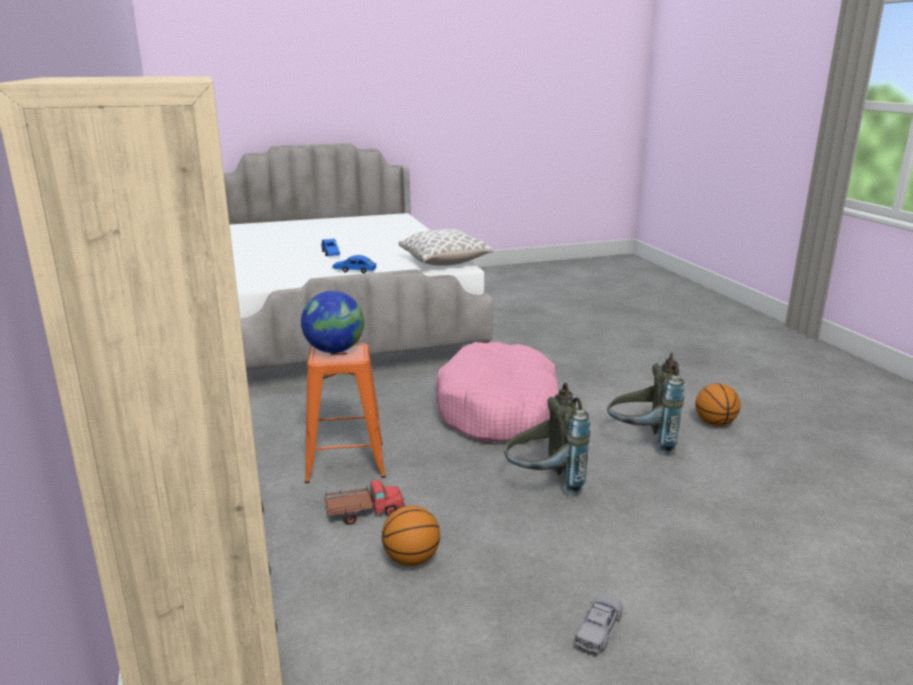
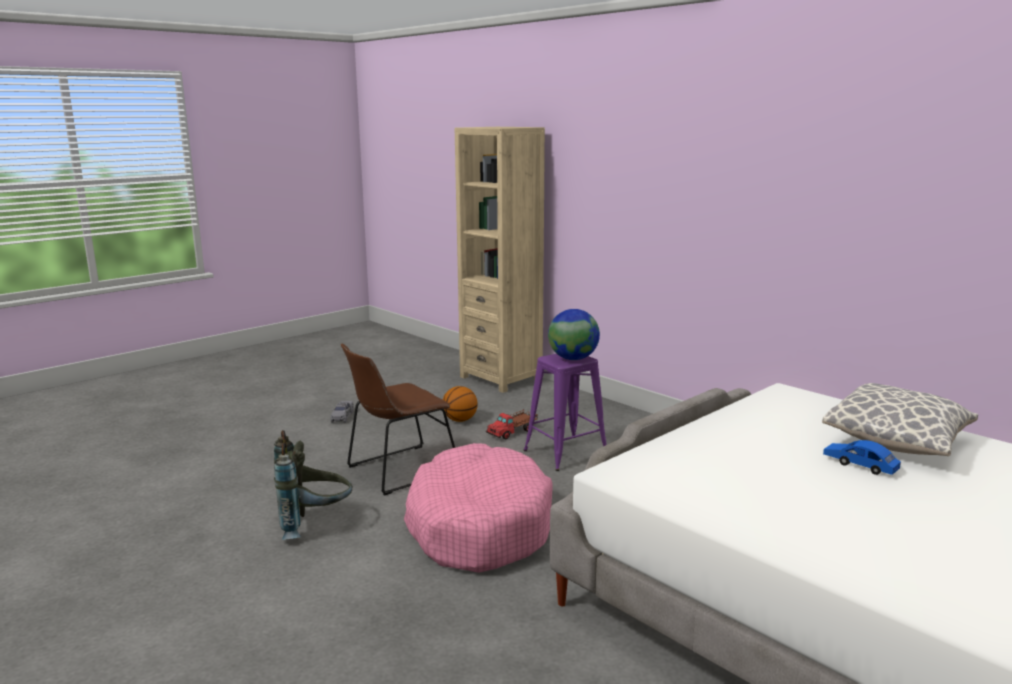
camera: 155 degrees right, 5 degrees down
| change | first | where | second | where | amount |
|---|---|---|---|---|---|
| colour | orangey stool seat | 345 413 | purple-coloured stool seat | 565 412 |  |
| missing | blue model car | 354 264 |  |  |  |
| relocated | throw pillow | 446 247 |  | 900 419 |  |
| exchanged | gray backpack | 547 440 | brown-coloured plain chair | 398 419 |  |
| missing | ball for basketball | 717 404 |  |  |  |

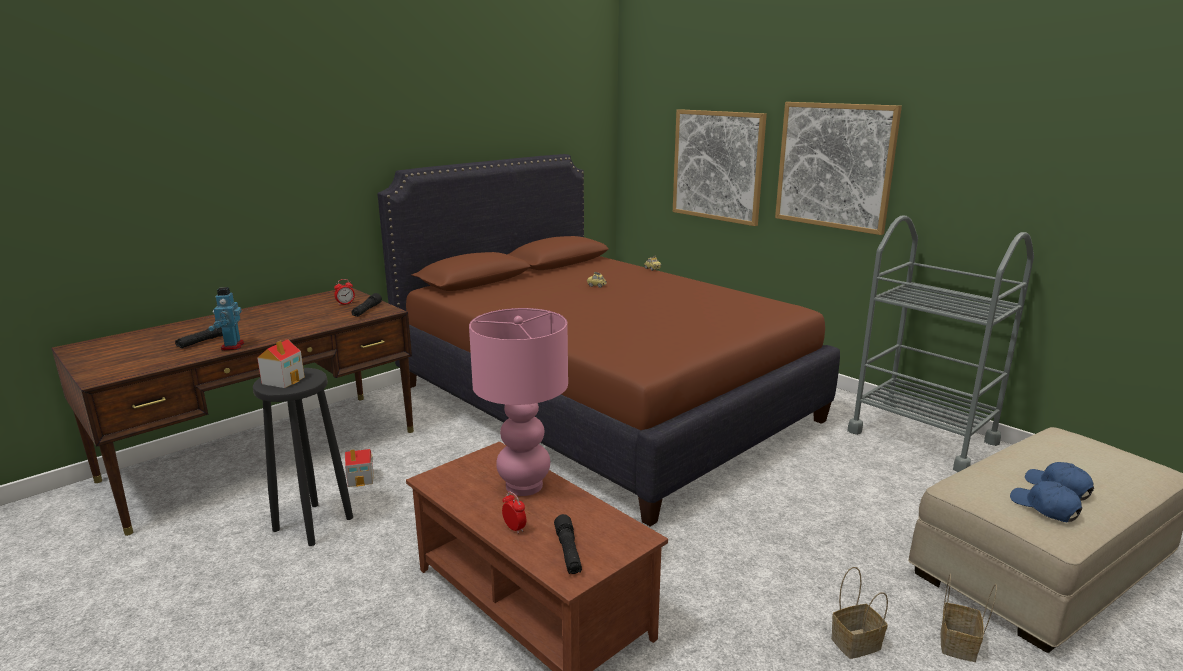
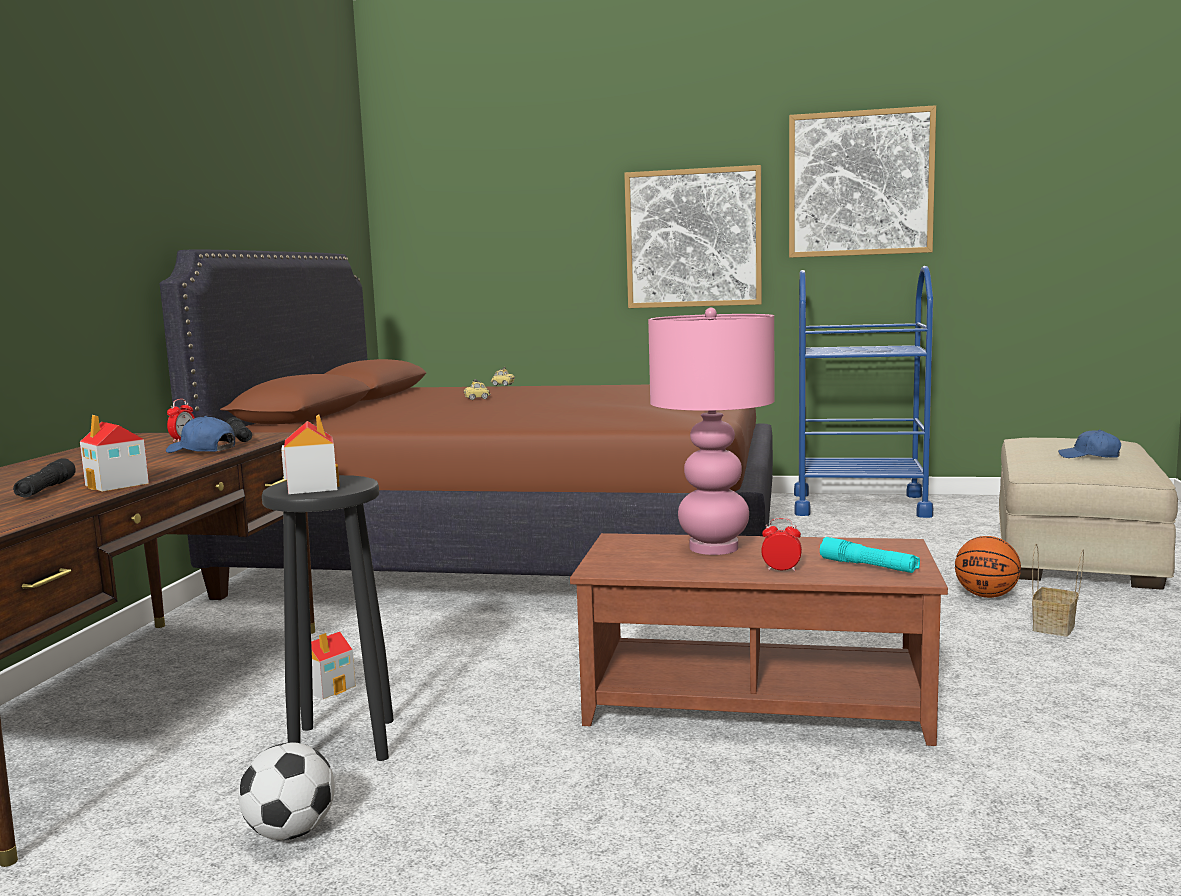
camera: 35 degrees left, 10 degrees down
| change | first | where | second | where | amount |
|---|---|---|---|---|---|
| exchanged | model robot | 226 318 | miniature house | 114 453 |  |
| colour | black-coloured flashlight | 568 544 | turquoise flashlight | 870 555 |  |
| relocated | wall picture | 720 167 |  | 862 181 |  |
| colour | gray trolley | 940 344 | blue trolley | 863 392 |  |
| missing | household basket | 968 618 |  |  |  |
| relocated | blue cap | 1046 501 |  | 200 434 |  |
| appeared |  |  | ball for football | 287 791 |  |
| appeared |  |  | ball for basketball | 988 567 |  |

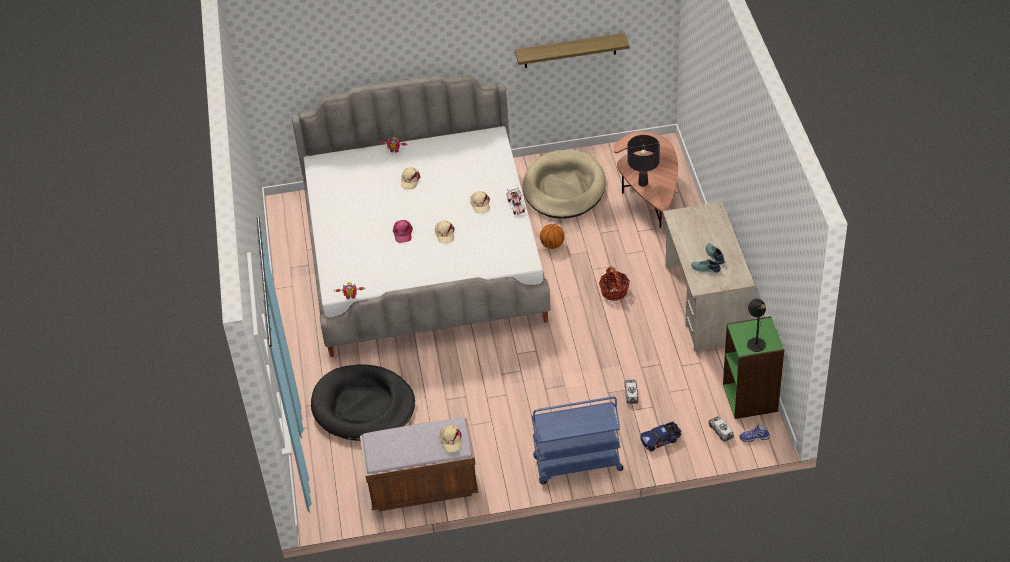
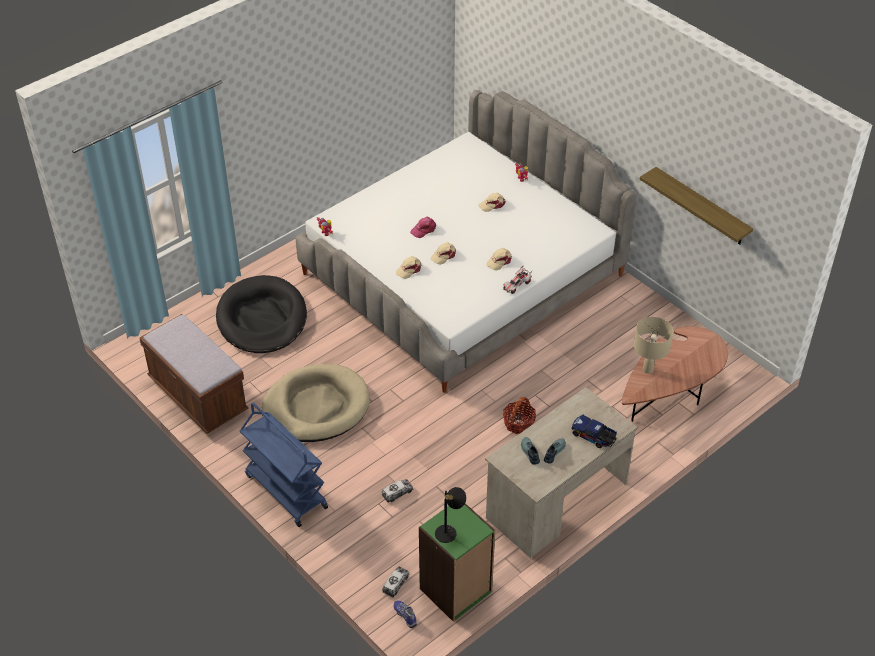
camera: 55 degrees right, 0 degrees up
| change | first | where | second | where | amount |
|---|---|---|---|---|---|
| relocated | beige cap | 450 438 |  | 408 267 |  |
| relocated | beige pet bed | 564 184 |  | 316 403 |  |
| missing | ball for basketball | 552 236 |  |  |  |
| colour | black-coloured tabletop lamp | 643 161 | beige tabletop lamp | 653 345 |  |
| relocated | toy lorry | 660 436 |  | 594 431 |  |

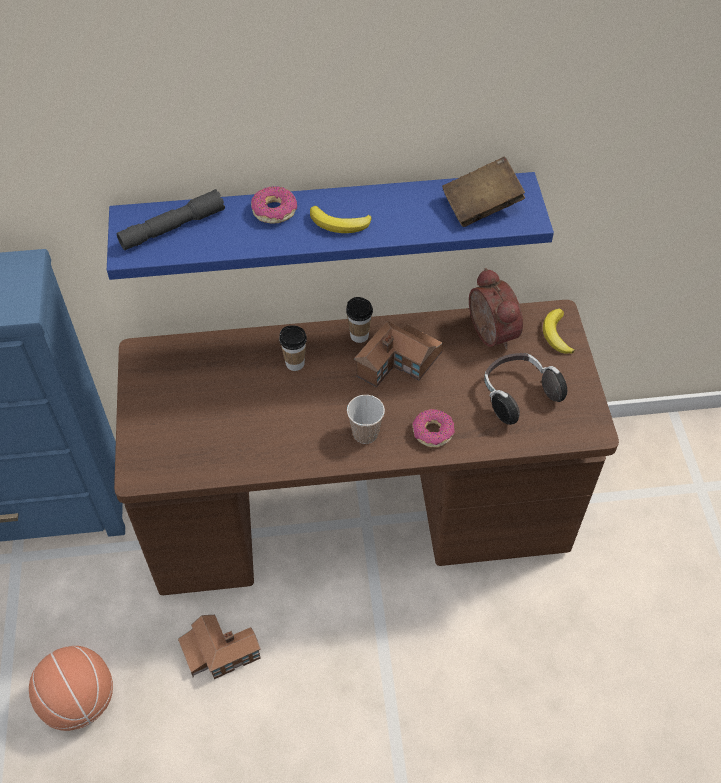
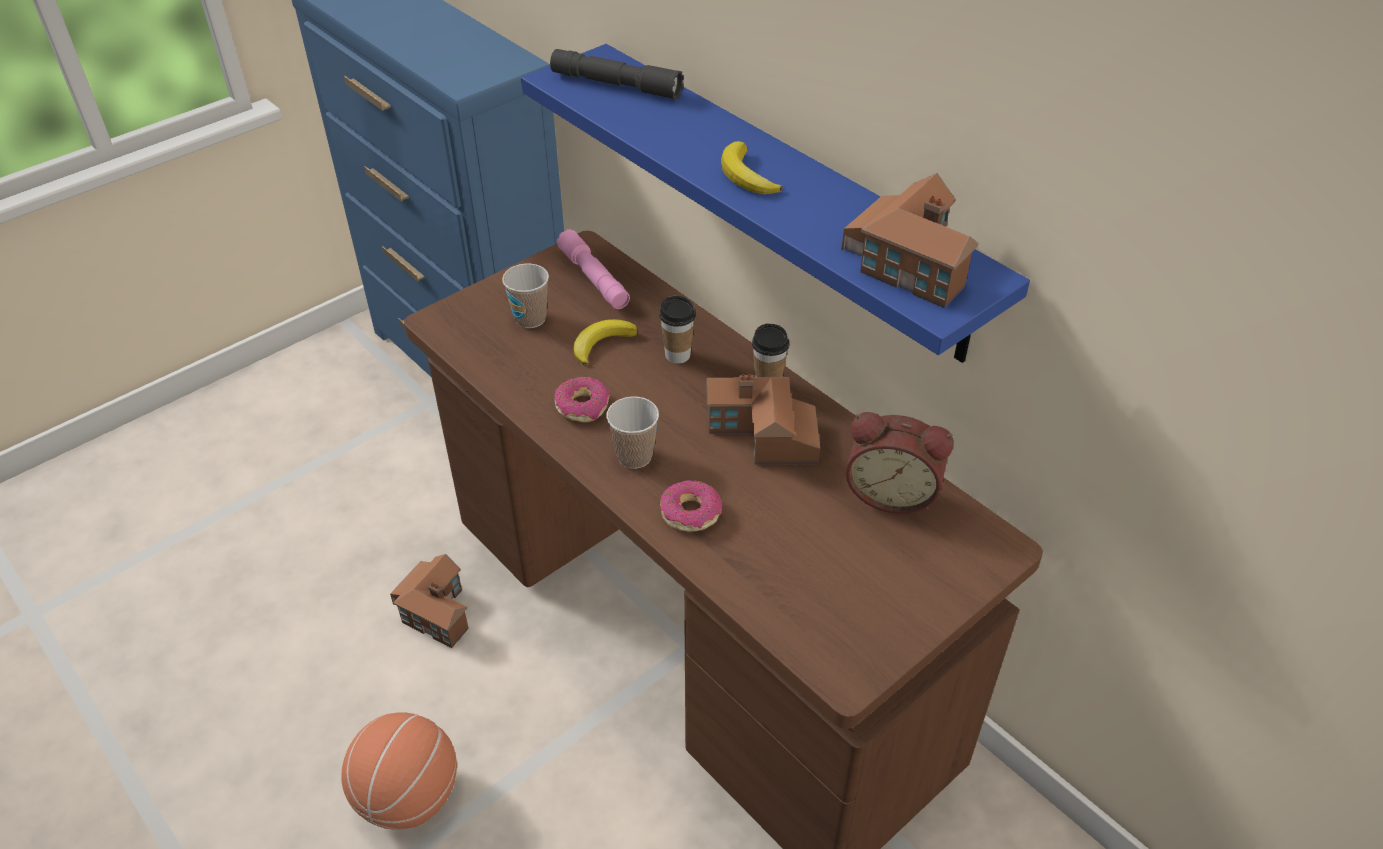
camera: 55 degrees right, 10 degrees down
| change | first | where | second | where | amount |
|---|---|---|---|---|---|
| relocated | ball for basketball | 71 688 |  | 399 771 |  |
| relocated | doughnut | 274 205 |  | 581 399 |  |
| exchanged | brown-coloured book | 483 192 | miniature house | 910 240 |  |
| spun | alarm clock | 496 308 |  | 900 463 | 75 degrees clockwise |
| missing | headset | 525 389 |  |  |  |
| relocated | whole banana | 559 331 |  | 605 342 |  |
| appeared |  |  | small cup | 525 296 |  |
| appeared |  |  | pink flashlight | 593 269 |  |

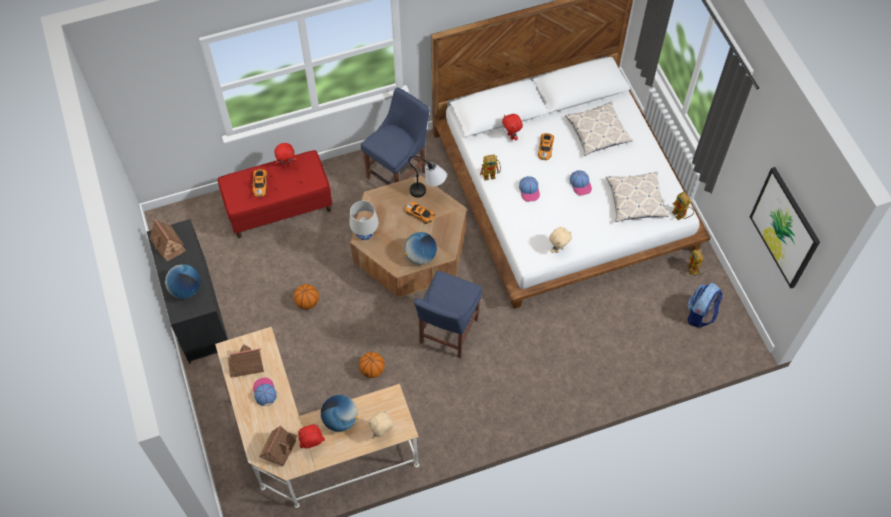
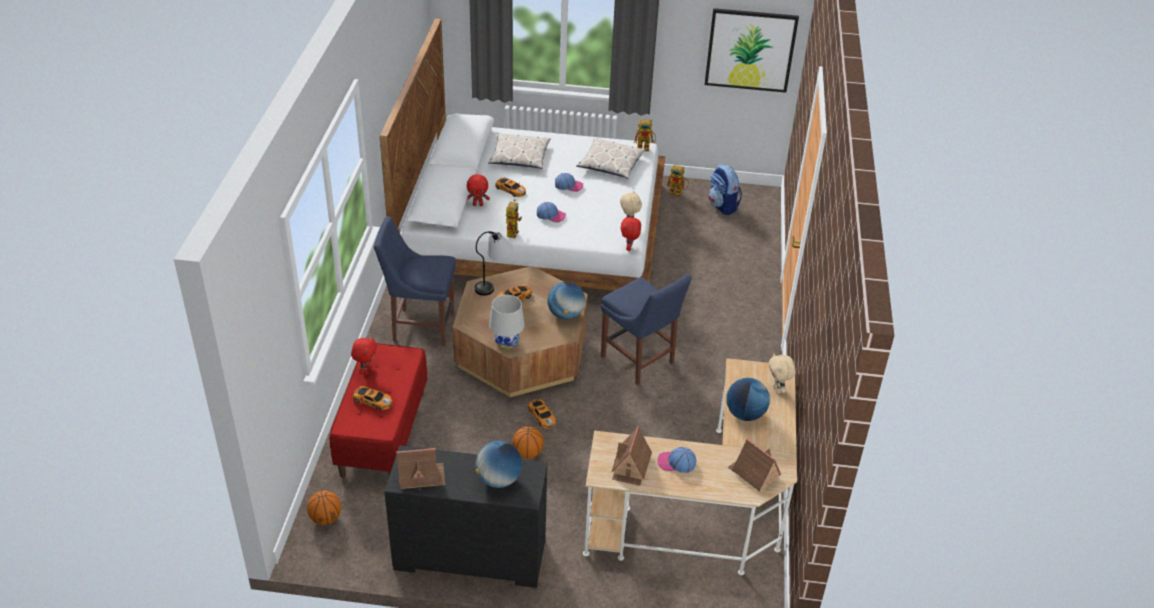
camera: 65 degrees left, 20 degrees down
| change | first | where | second | where | amount |
|---|---|---|---|---|---|
| relocated | reddish cuddly toy | 311 436 |  | 630 233 |  |
| relocated | ball for basketball | 372 365 |  | 324 508 |  |
| spun | blue plain chair | 395 136 |  | 415 281 | 60 degrees counterclockwise |
| appeared |  |  | model car | 542 414 |  |

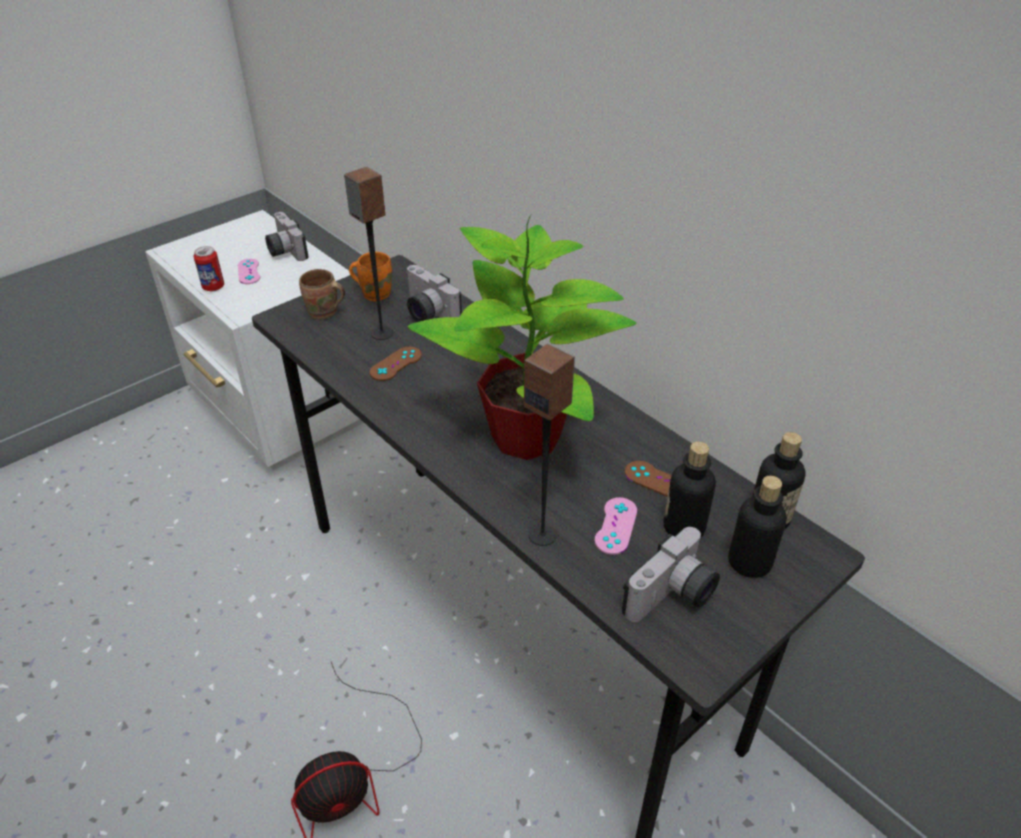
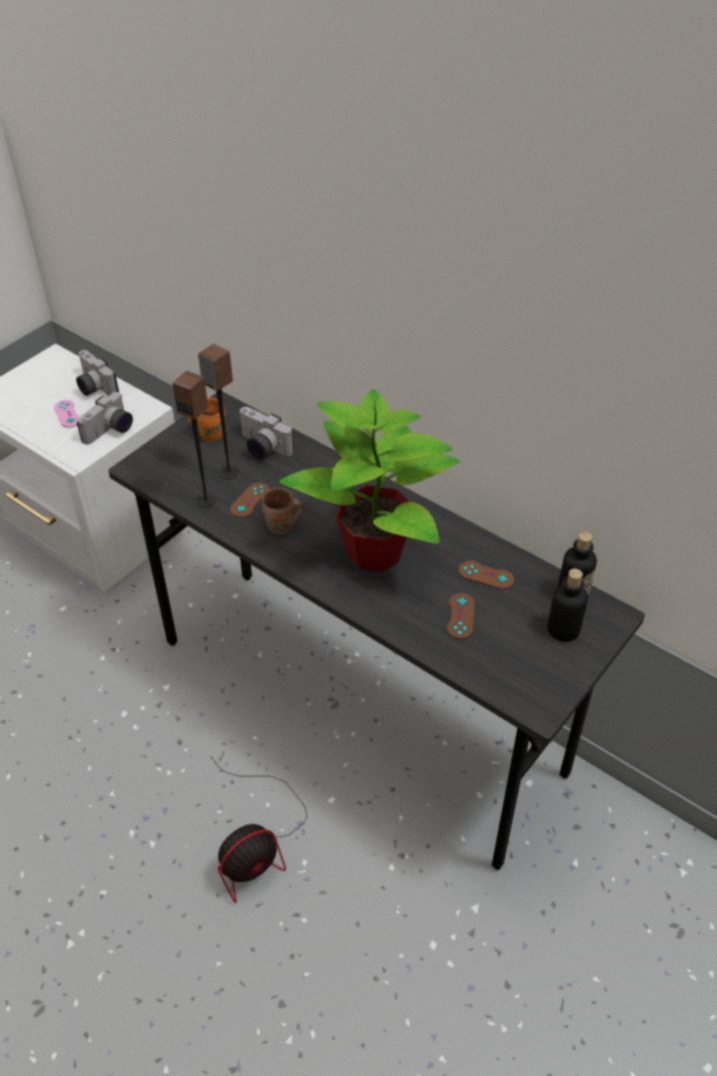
camera: 10 degrees left, 5 degrees up
| change | first | where | second | where | amount |
|---|---|---|---|---|---|
| missing | metal can | 208 268 |  |  |  |
| relocated | brown-coloured coffee mug | 322 294 |  | 283 511 |  |
| relocated | audio speaker | 549 445 |  | 194 439 |  |
| colour | pink game controller | 616 526 | brown-coloured game controller | 461 616 |  |
| relocated | still camera | 671 574 |  | 105 418 |  |
| missing | beverage bottle | 690 490 |  |  |  |

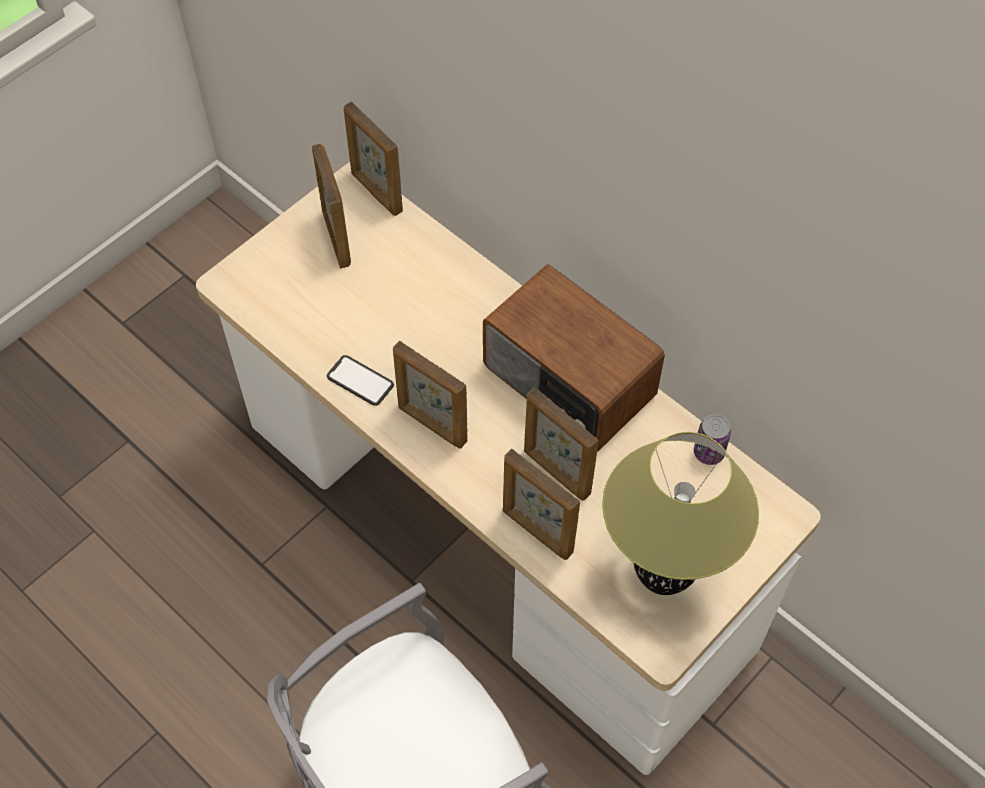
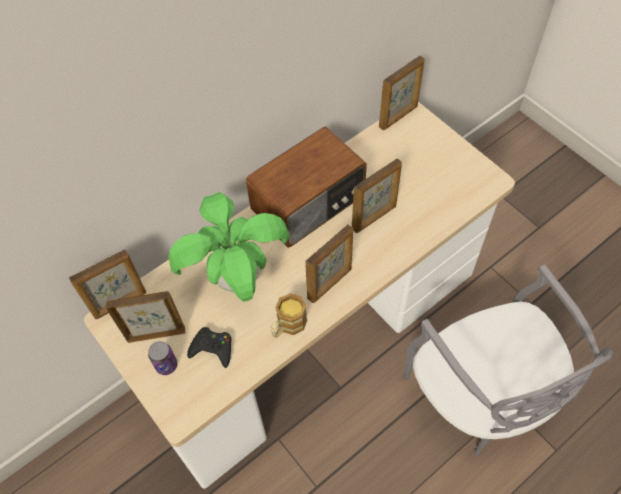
camera: 80 degrees left, 0 degrees up
| change | first | where | second | where | amount |
|---|---|---|---|---|---|
| exchanged | phone | 360 380 | coffee mug | 289 315 |  |
| relocated | photo frame | 541 504 |  | 401 93 |  |
| missing | tabletop lamp | 680 513 |  |  |  |
| relocated | metal can | 712 439 |  | 163 358 |  |
| appeared |  |  | potted plant | 229 247 |  |
| appeared |  |  | black-coloured game controller | 209 347 |  |

